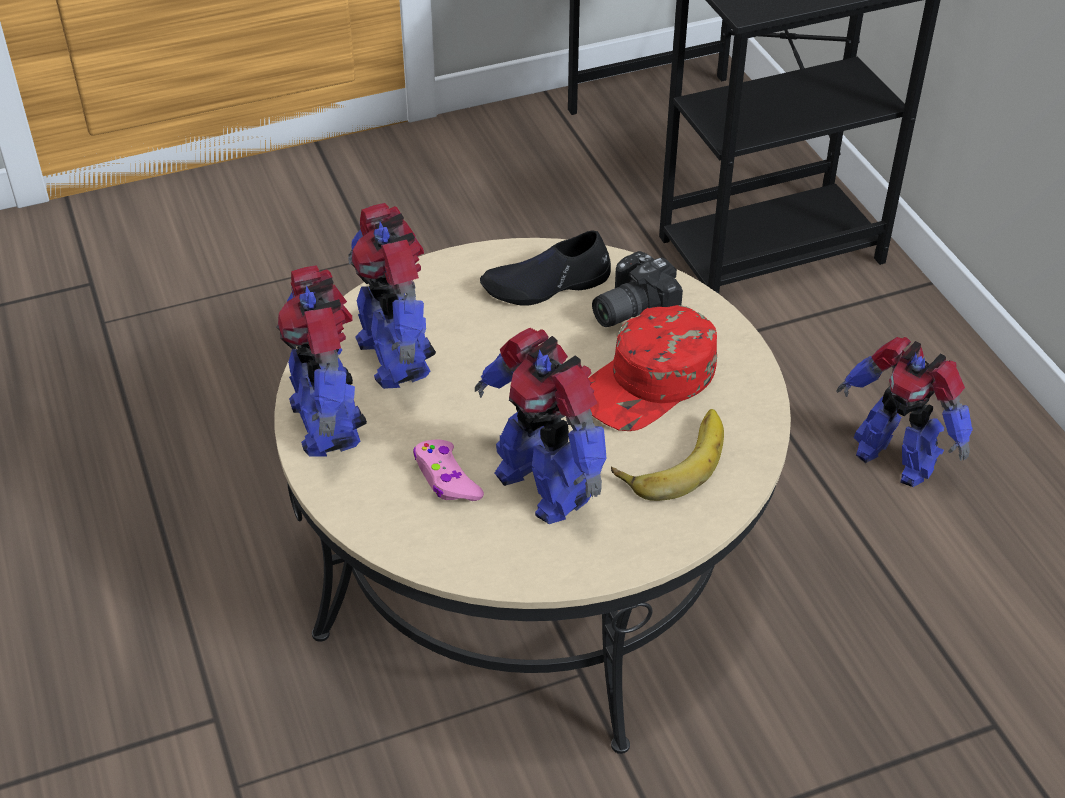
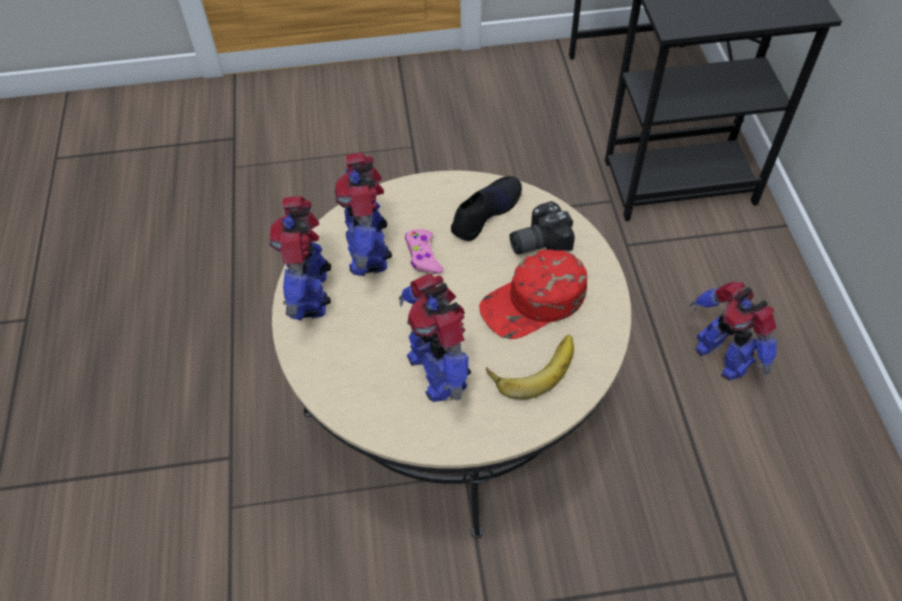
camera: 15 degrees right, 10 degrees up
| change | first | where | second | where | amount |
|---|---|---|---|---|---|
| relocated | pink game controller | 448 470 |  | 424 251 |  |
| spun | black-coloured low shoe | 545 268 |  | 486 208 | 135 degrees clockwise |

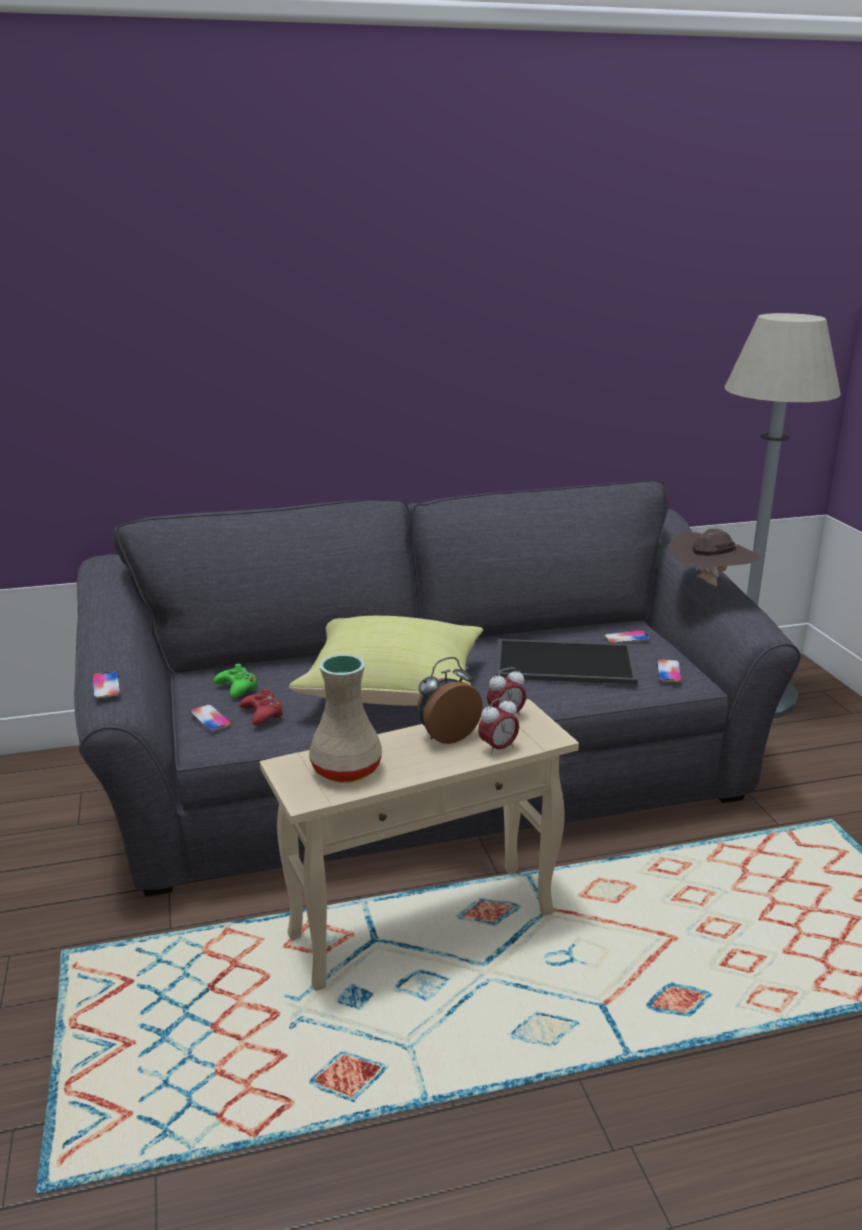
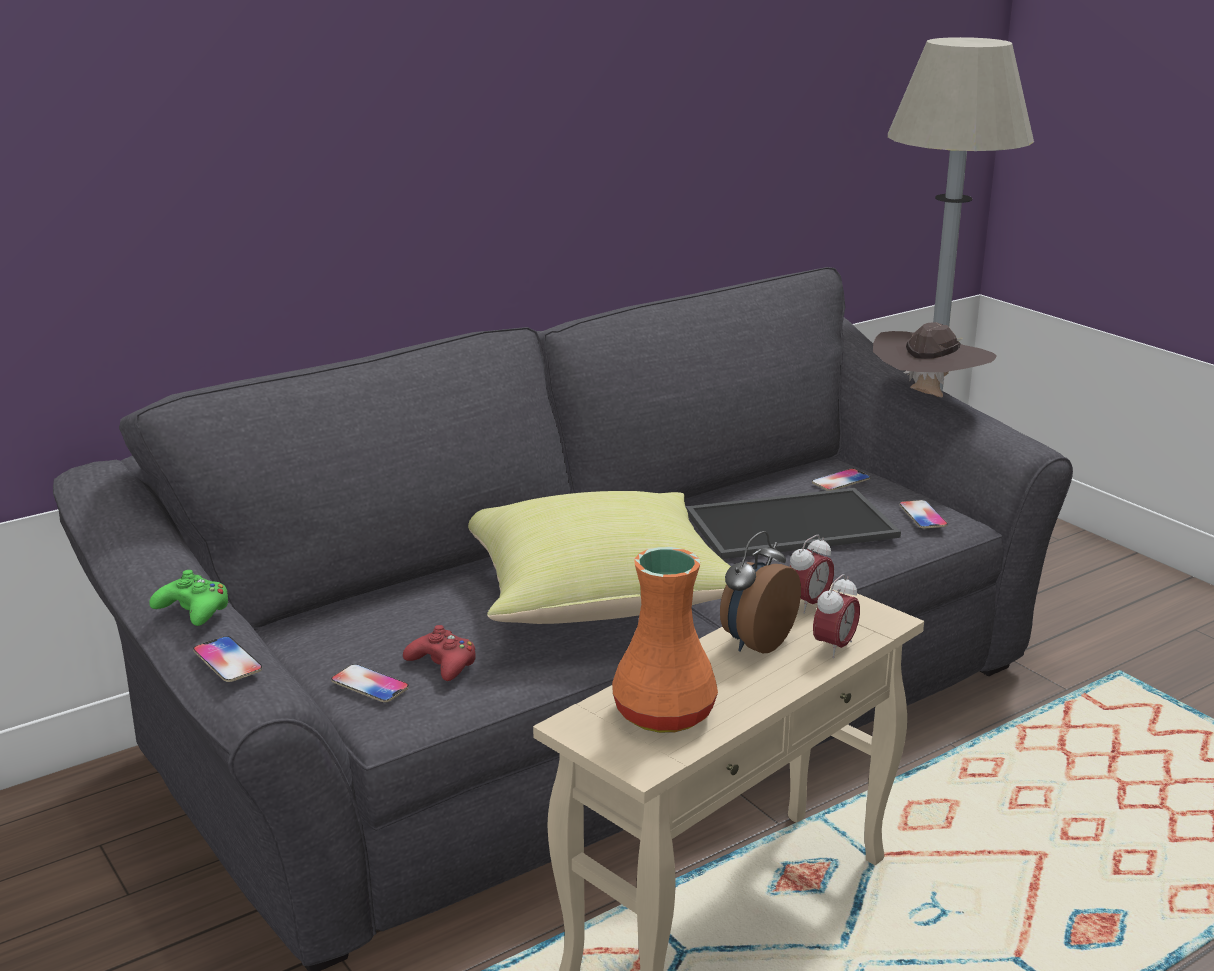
camera: 20 degrees left, 0 degrees up
| change | first | where | second | where | amount |
|---|---|---|---|---|---|
| relocated | greenish game controller | 236 681 |  | 189 598 |  |
| colour | beige flower vase | 345 718 | orangey flower vase | 665 640 |  |

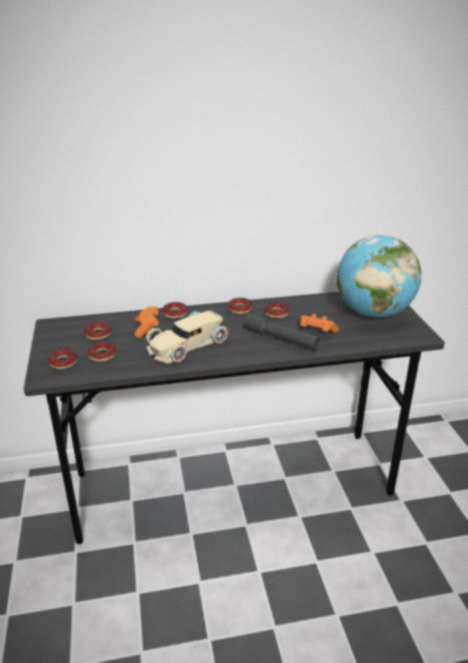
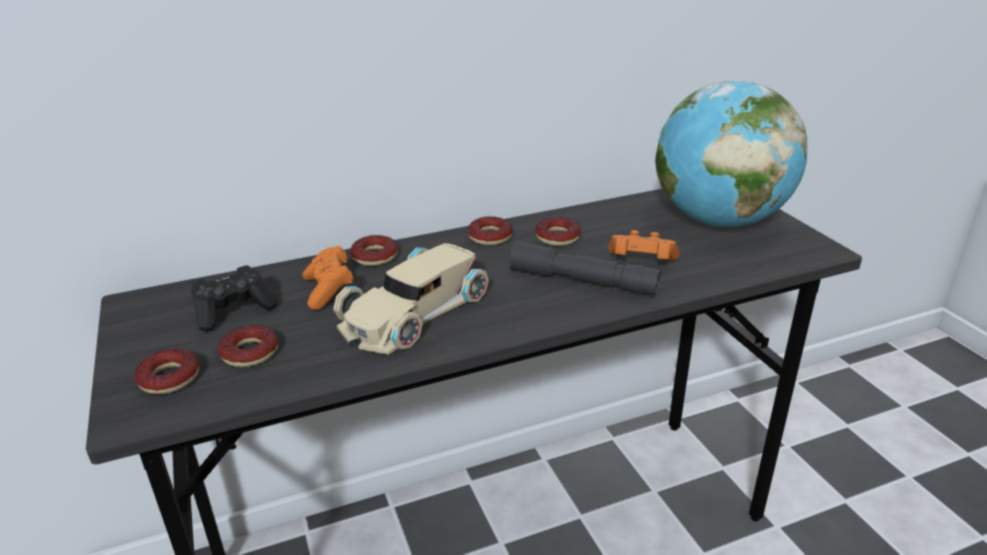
camera: 10 degrees left, 0 degrees up
| change | first | where | second | where | amount |
|---|---|---|---|---|---|
| exchanged | doughnut | 98 331 | black-coloured game controller | 234 298 |  |

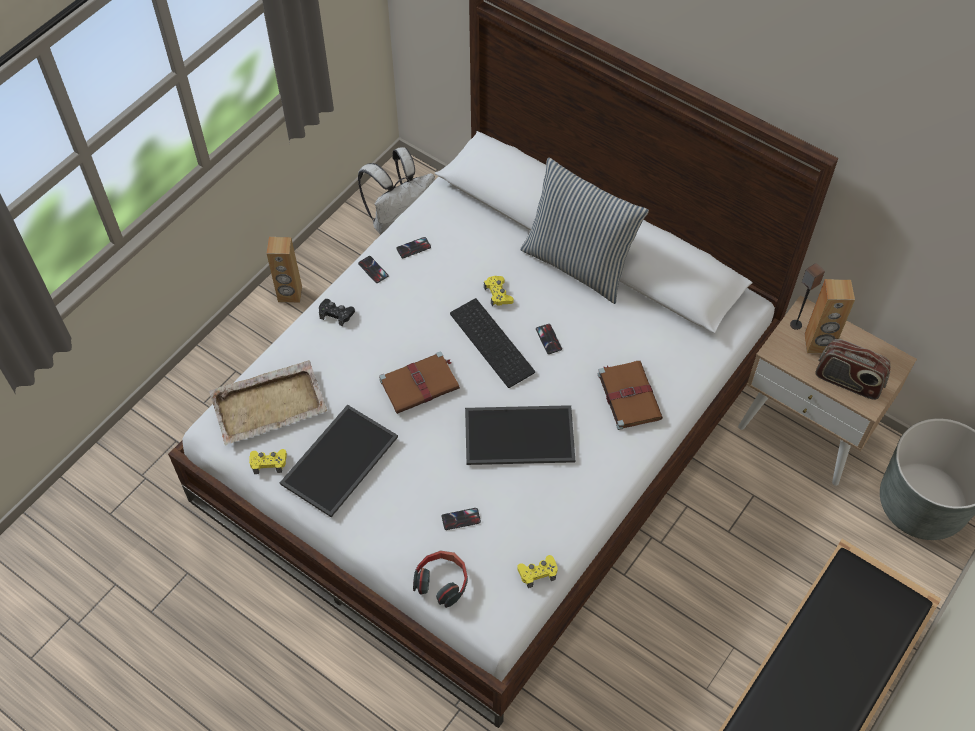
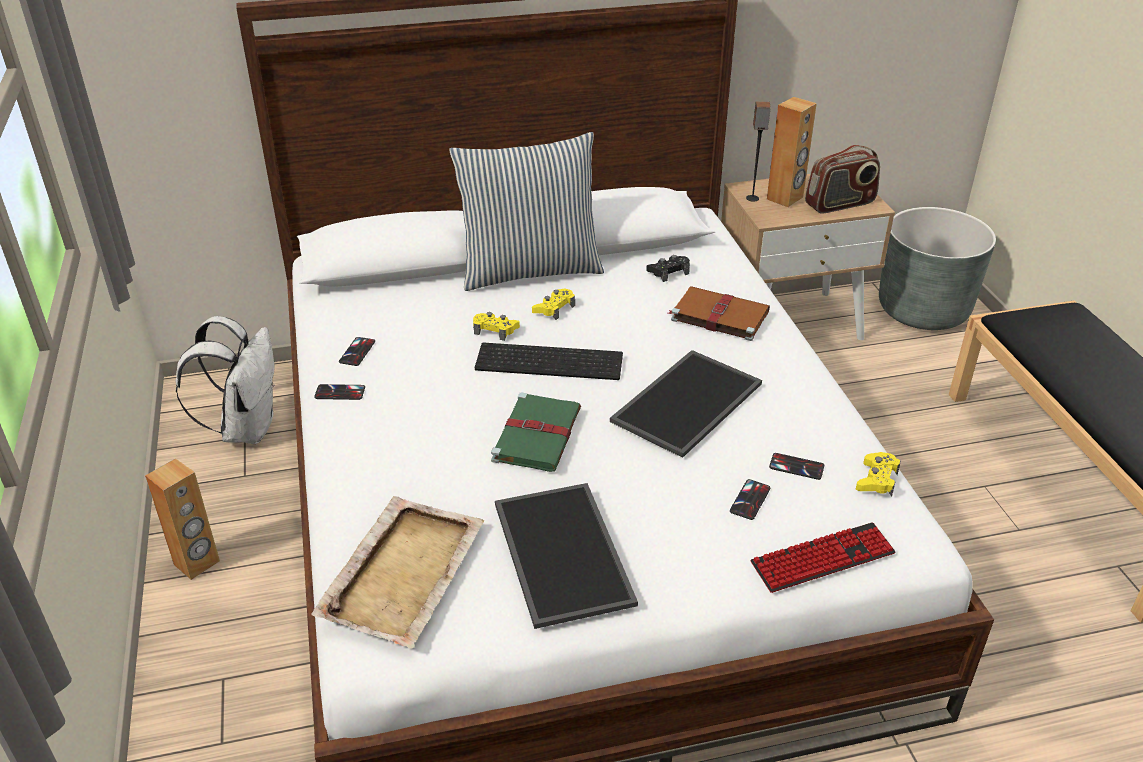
camera: 50 degrees left, 20 degrees down
| change | first | where | second | where | amount |
|---|---|---|---|---|---|
| relocated | yellow-coloured game controller | 268 461 |  | 553 304 |  |
| relocated | black-coloured game controller | 337 312 |  | 668 268 |  |
| colour | brown-coloured book | 419 383 | greenish book | 536 432 |  |
| exchanged | headset | 440 579 | keyboard | 823 557 |  |
| relocated | phone | 549 339 |  | 796 466 |  |

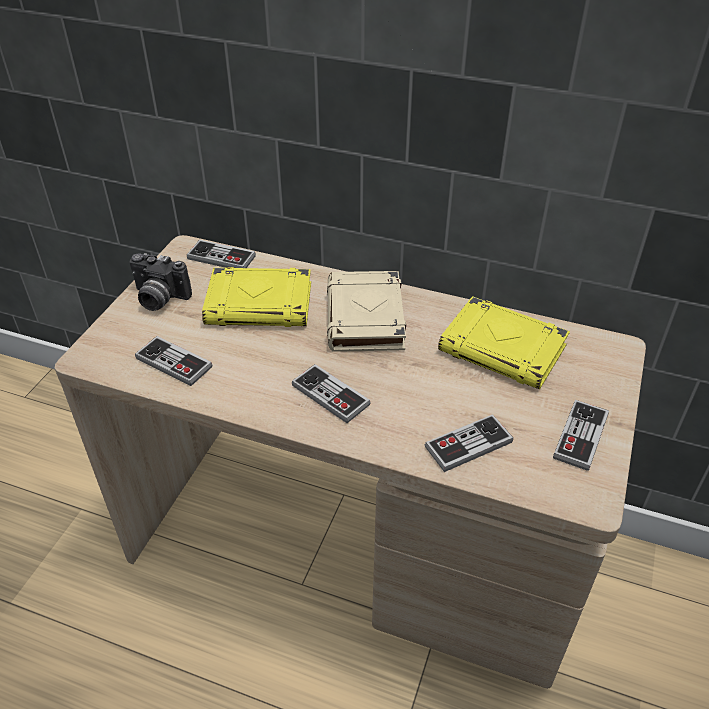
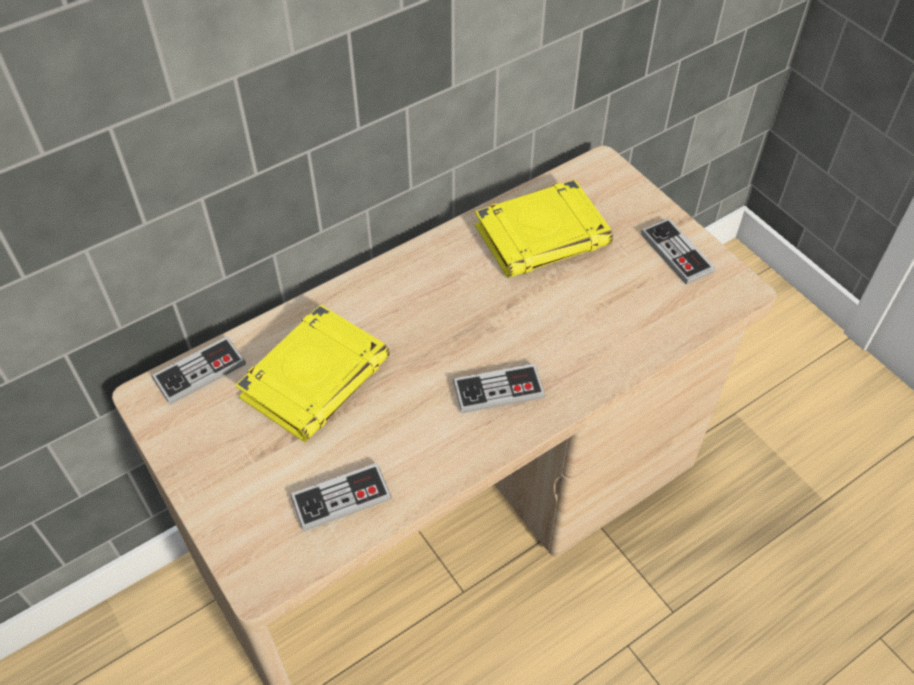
camera: 55 degrees left, 10 degrees up
| change | first | where | second | where | amount |
|---|---|---|---|---|---|
| missing | still camera | 160 282 |  |  |  |
| missing | beige book | 366 311 |  |  |  |
| missing | game controller | 469 443 |  |  |  |

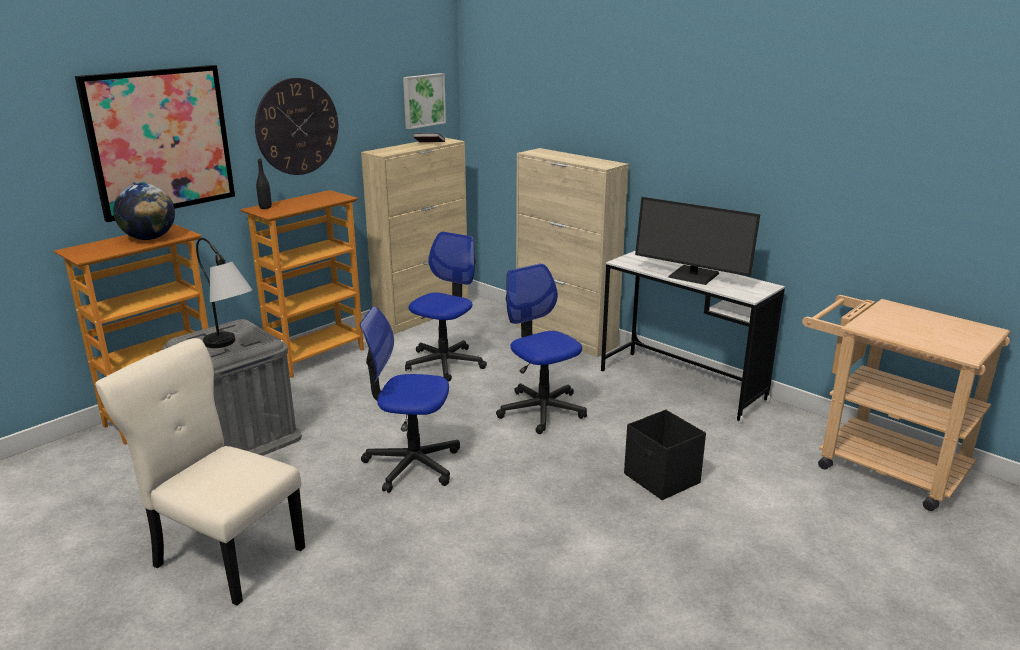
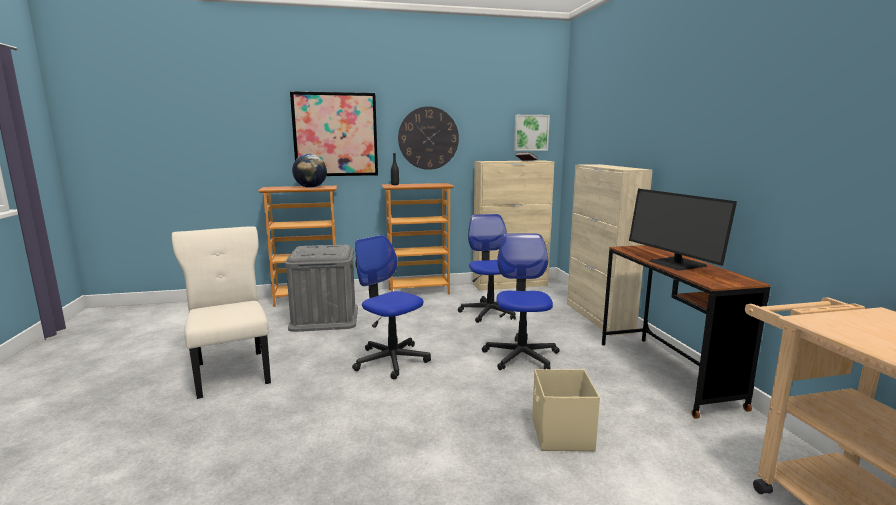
camera: 35 degrees right, 10 degrees down
| change | first | where | second | where | amount |
|---|---|---|---|---|---|
| missing | tabletop lamp | 224 293 |  |  |  |
| spun | desk chair | 446 306 |  | 487 268 | 75 degrees counterclockwise |
| colour | whitish desk | 693 337 | brown-coloured desk | 686 332 |  |
| colour | black-coloured storage container | 665 455 | beige storage container | 566 410 |  |

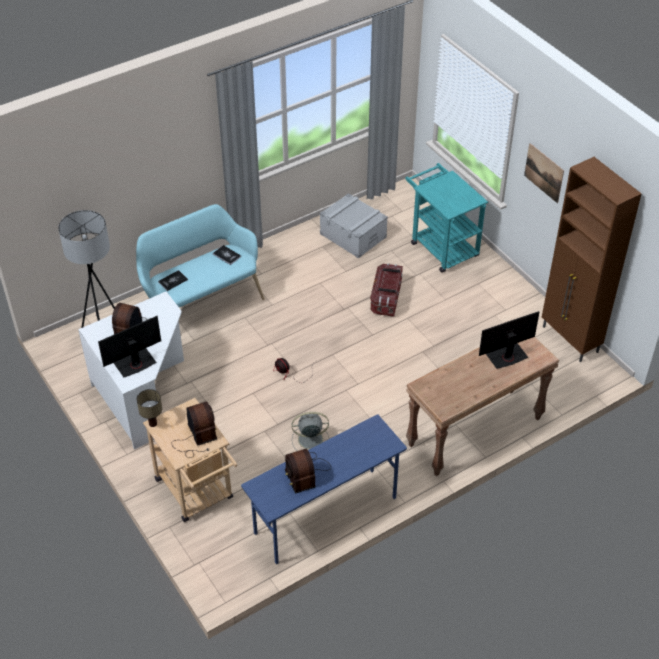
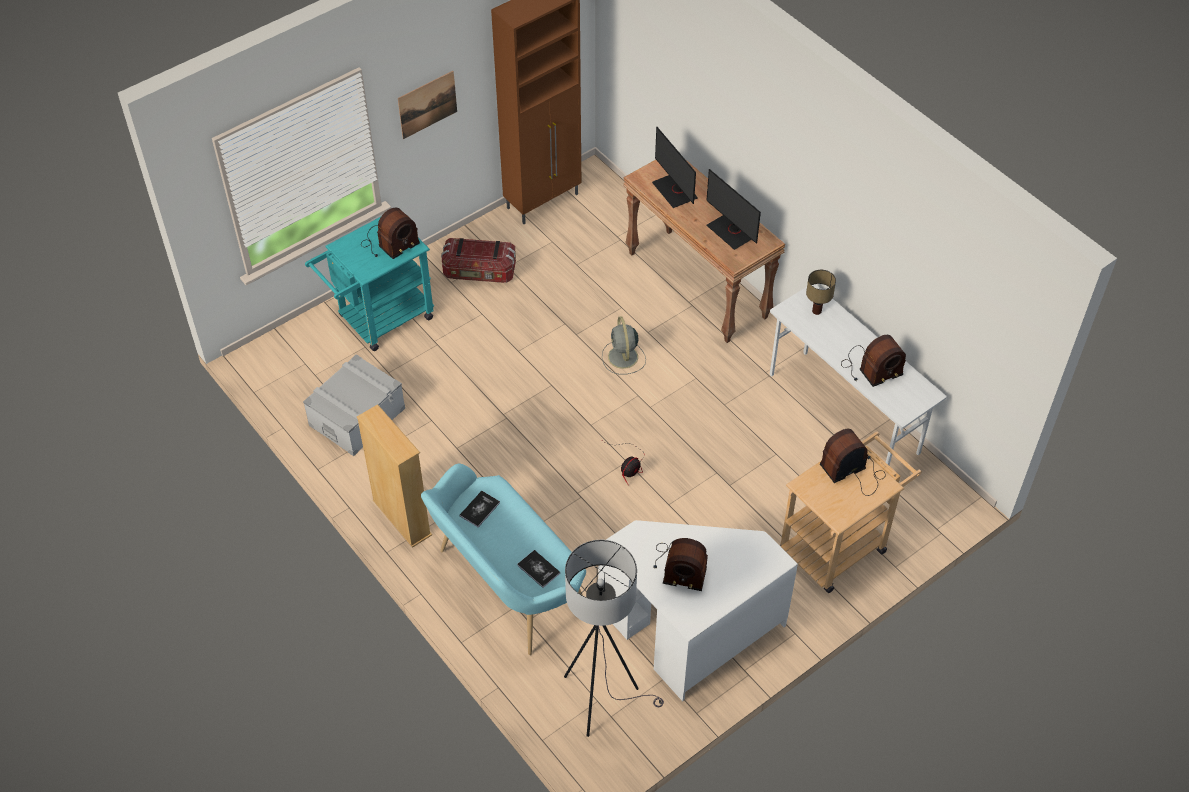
camera: 95 degrees left, 5 degrees up
| change | first | where | second | where | amount |
|---|---|---|---|---|---|
| relocated | computer display | 129 346 |  | 733 209 |  |
| relocated | tabletop lamp | 149 408 |  | 821 292 |  |
| colour | blue desk | 324 489 | whitish desk | 858 375 |  |
| relocated | gray cooling fan | 310 431 |  | 624 345 |  |
| relocated | storage container | 386 290 |  | 478 260 |  |
| appeared |  |  | beige bookshelf | 394 476 |  |
| appeared |  |  | radio set | 390 233 |  |

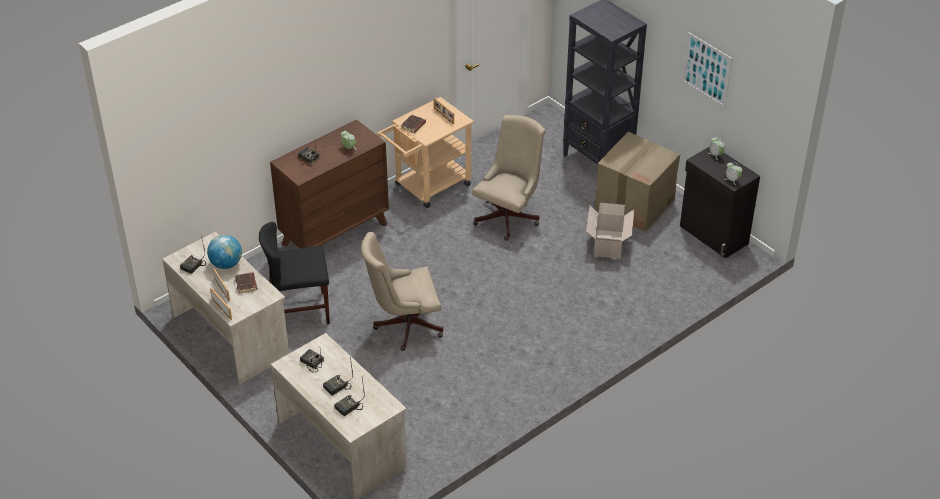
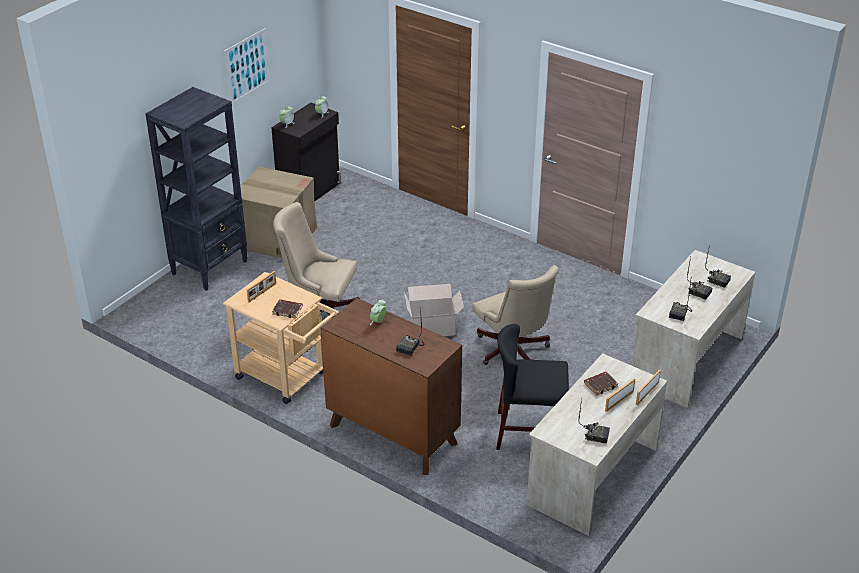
camera: 105 degrees left, 5 degrees down
| change | first | where | second | where | amount |
|---|---|---|---|---|---|
| missing | globe | 224 252 |  |  |  |
| spun | black-coloured plain chair | 294 273 |  | 532 387 | 120 degrees clockwise |
| relocated | cardboard box | 610 231 |  | 434 310 |  |

